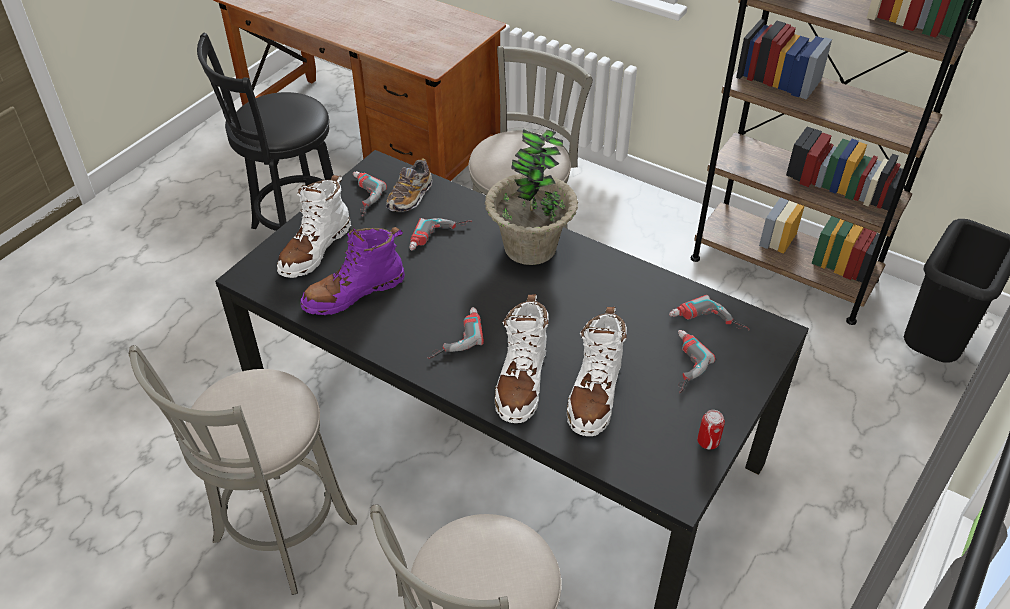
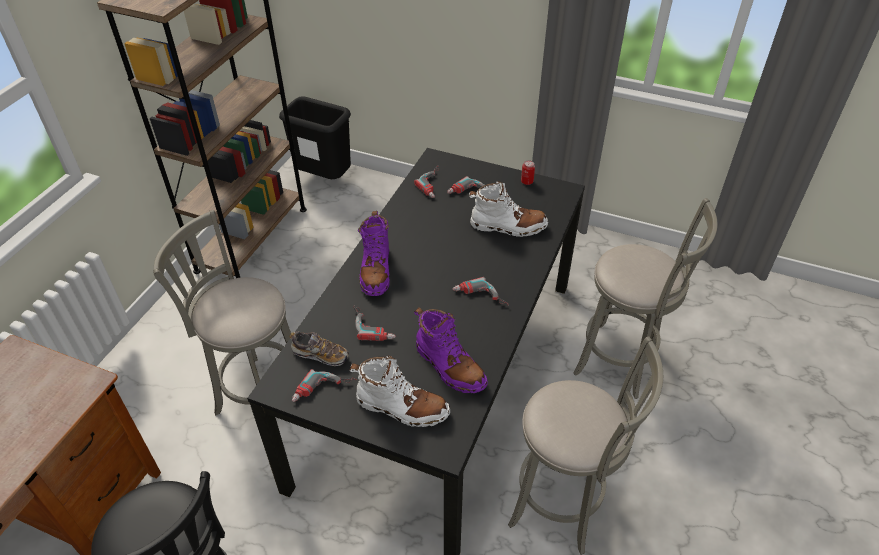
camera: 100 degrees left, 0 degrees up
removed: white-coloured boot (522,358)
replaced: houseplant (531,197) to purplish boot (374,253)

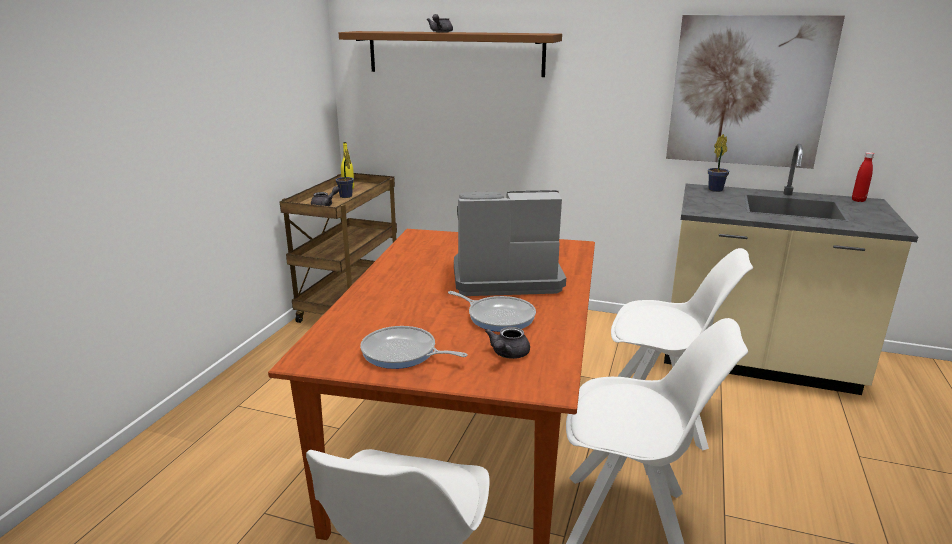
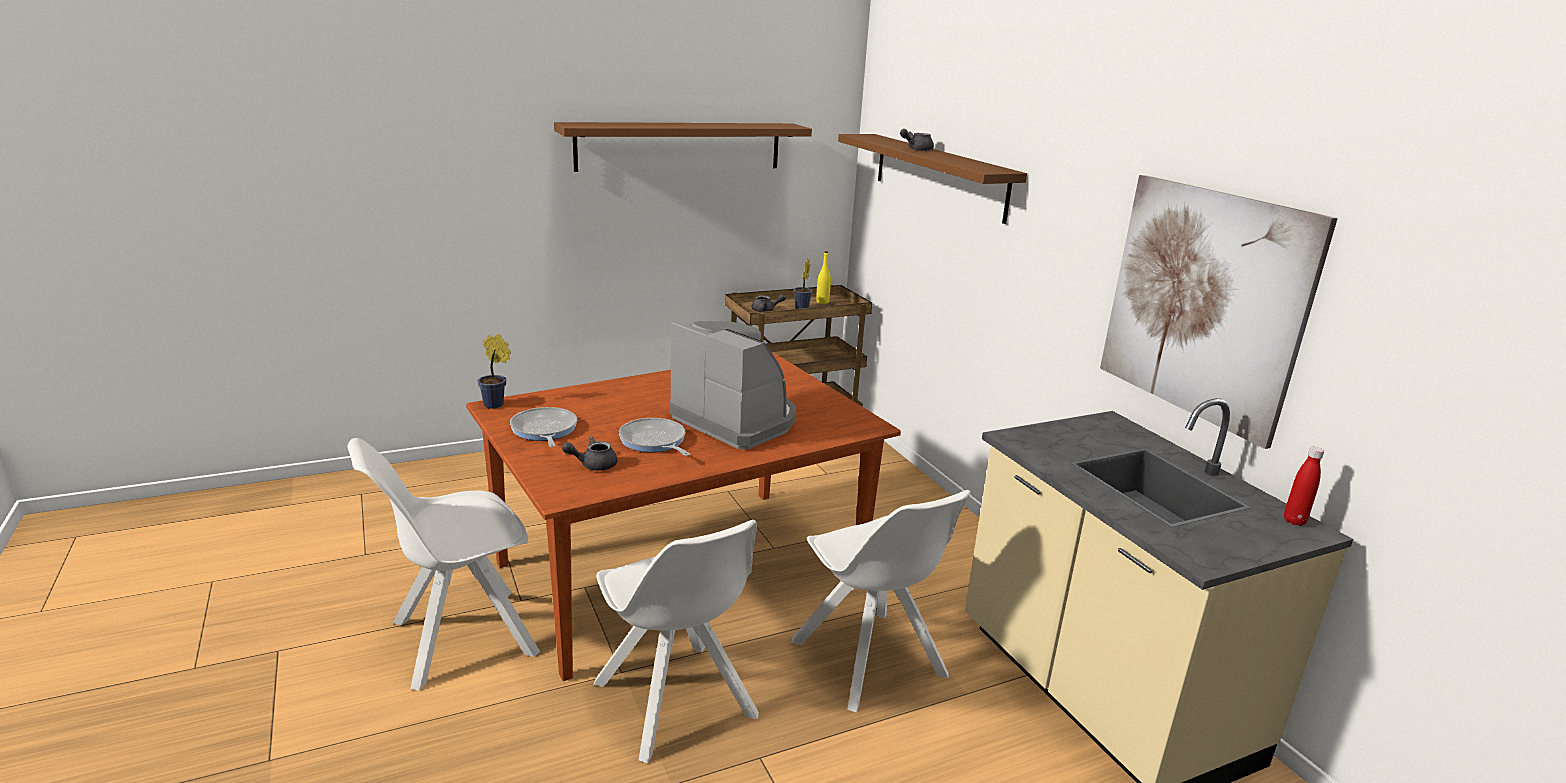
camera: 45 degrees right, 0 degrees up
added: brown-coloured shelf (683,147)
moved: houseplant (718,163) to (494,371)
turned: frying pan (492,311) = (654,437) 150 degrees clockwise

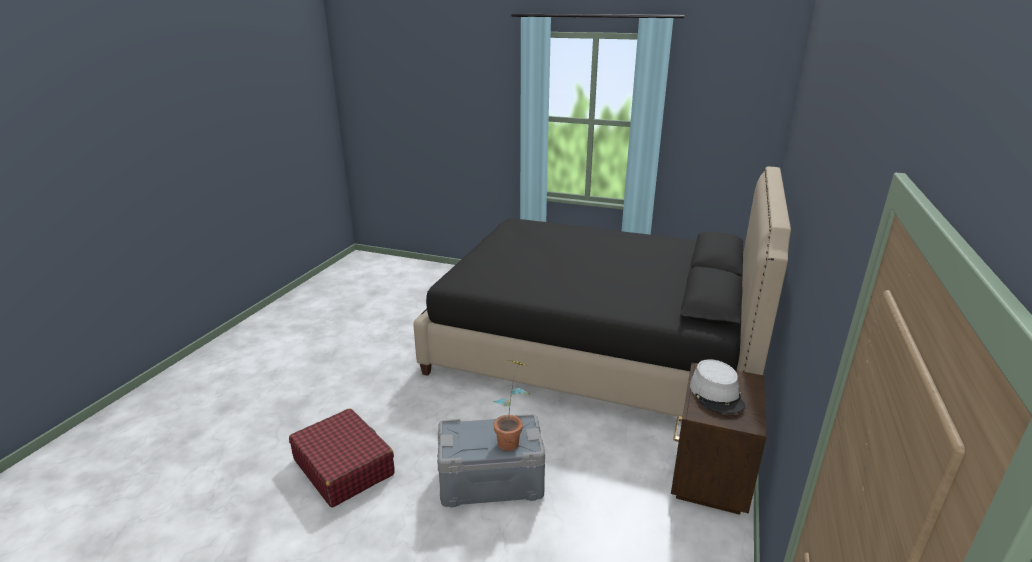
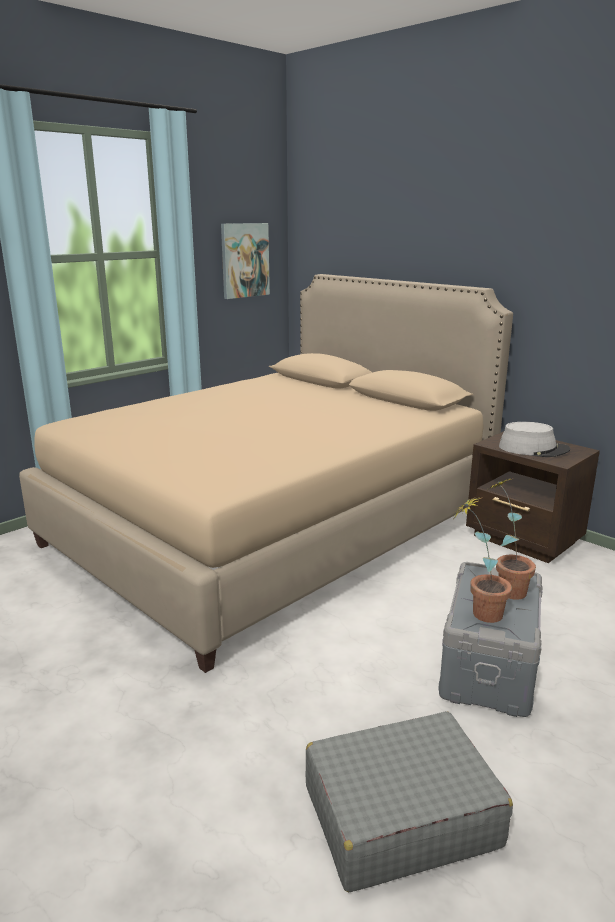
camera: 65 degrees left, 5 degrees down
added: picture (245,261); houseplant (483,560)
recoloured: reddish piece of luggage (342,458) to grey piece of luggage (409,801); blackish bedroom bed (602,292) to beige-coloured bedroom bed (266,473)

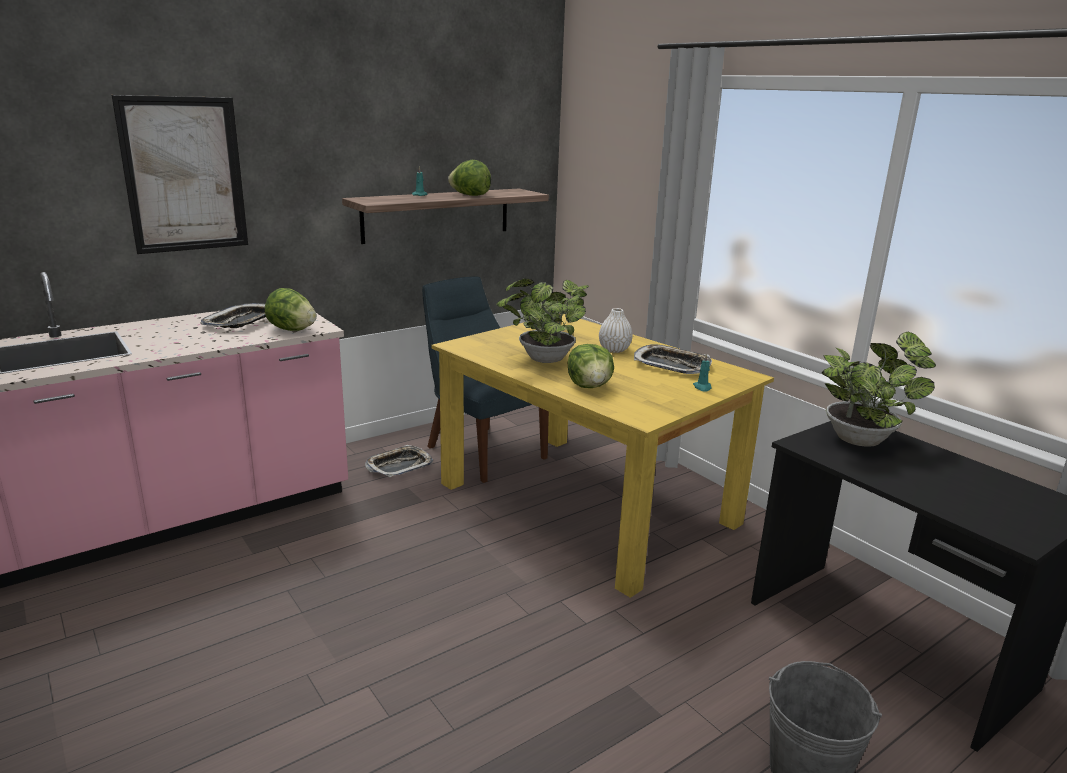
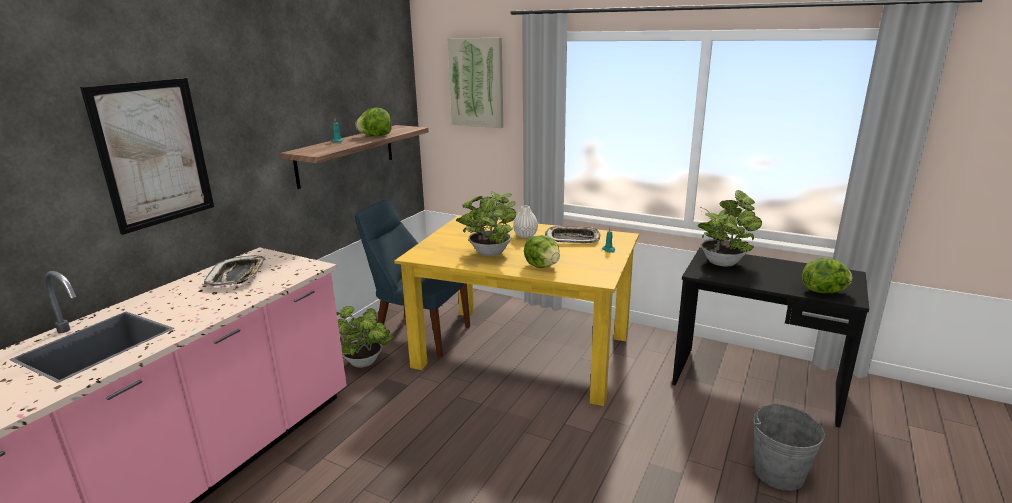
camera: 25 degrees left, 0 degrees up
added: picture (475,83)
moved: head of lettuce (291,309) to (827,275)
replaced: serving tray (399,461) to houseplant (365,337)

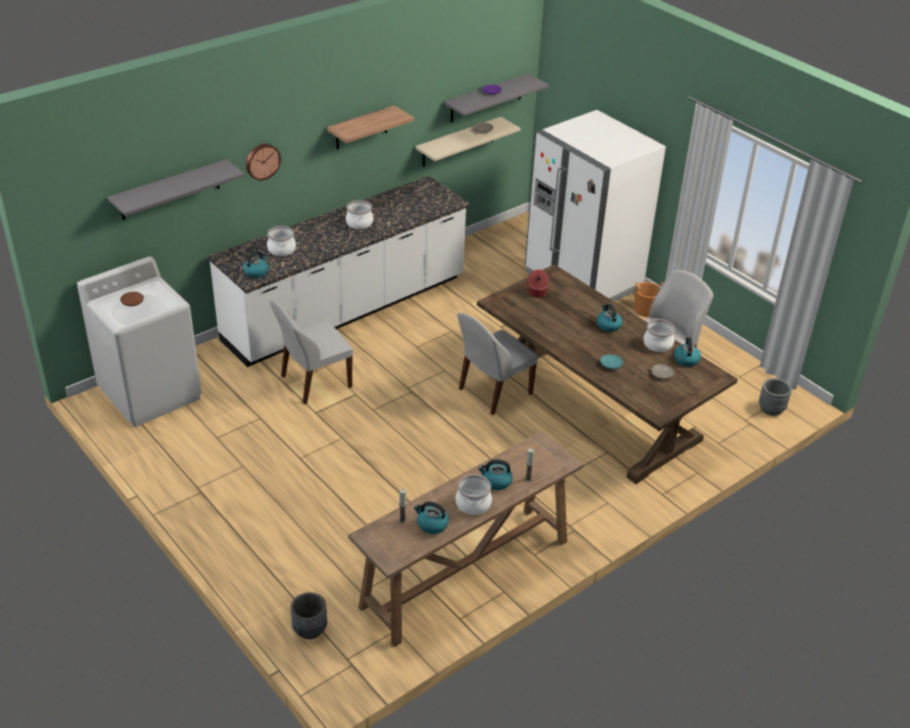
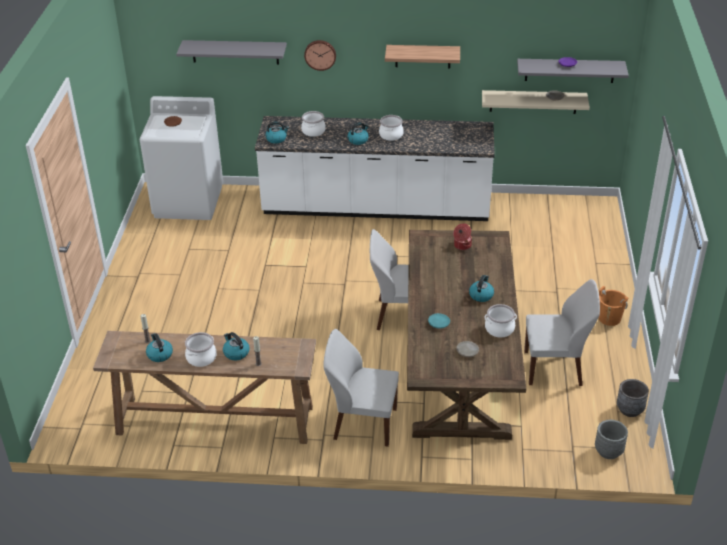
camera: 45 degrees right, 0 degrees up
removed: white-coloured kitchen fridge (595,206)
moved: white-coloured chair (311,352) to (361,388); grey plant pot (309,615) to (633,398); water kettle (687,352) to (358,133)

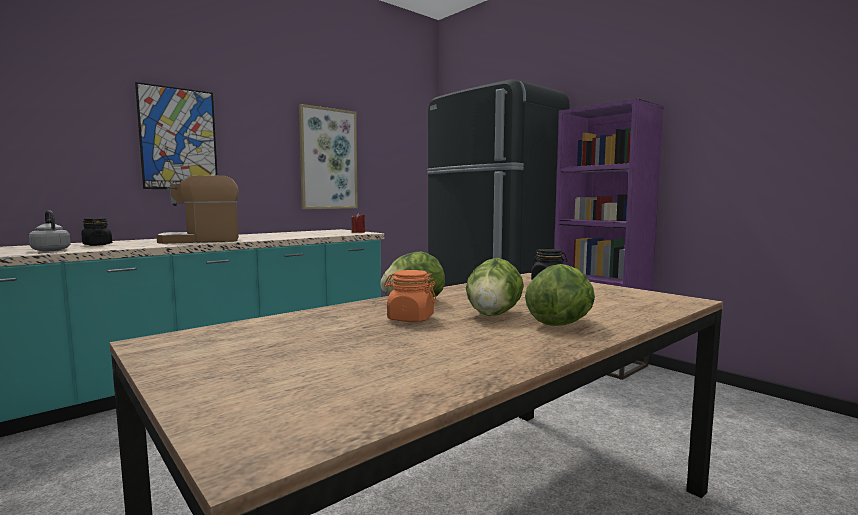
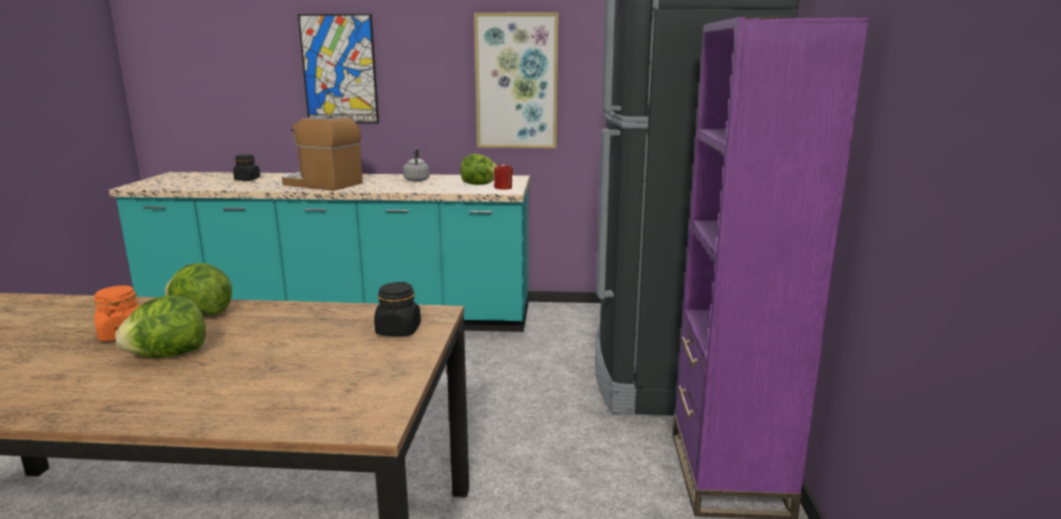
camera: 45 degrees right, 10 degrees up
moved: grey water kettle (50,231) to (416,165); head of lettuce (560,295) to (478,169)

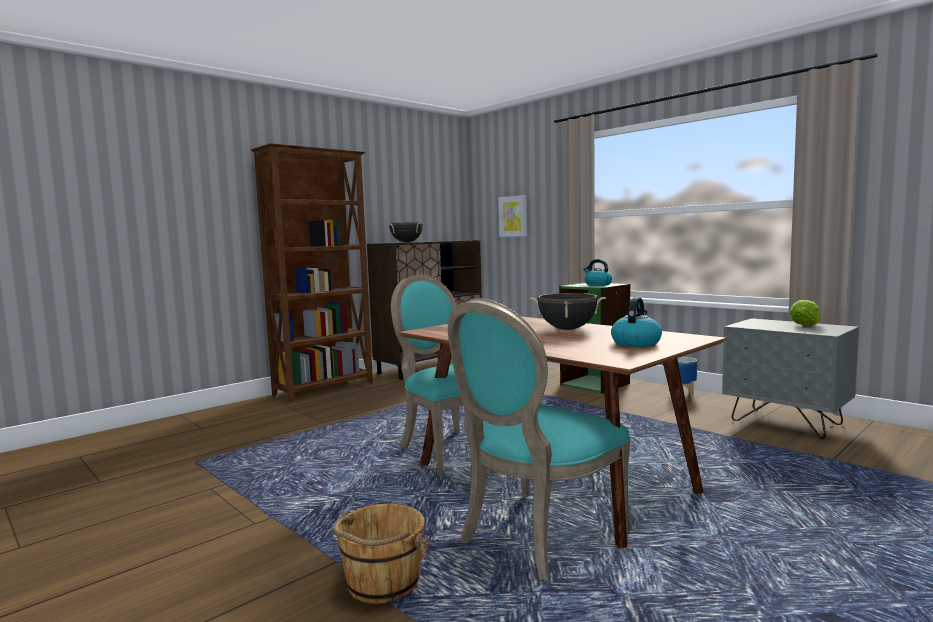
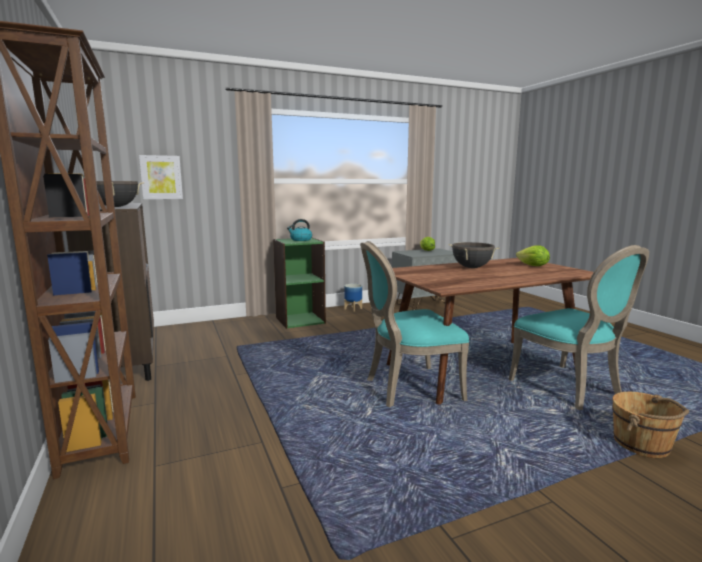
camera: 70 degrees left, 5 degrees up
replaced: water kettle (636,322) to head of lettuce (533,255)

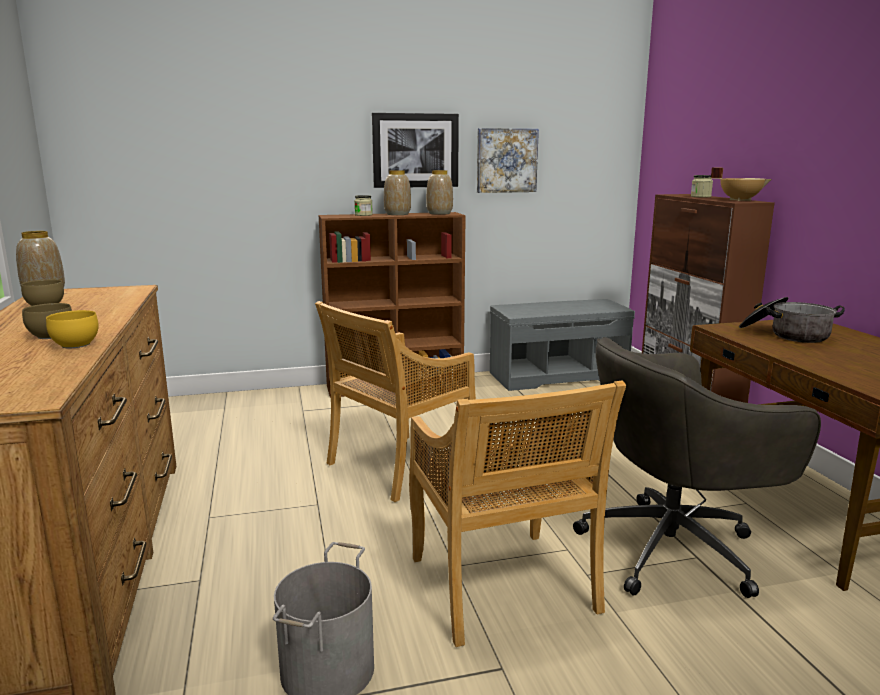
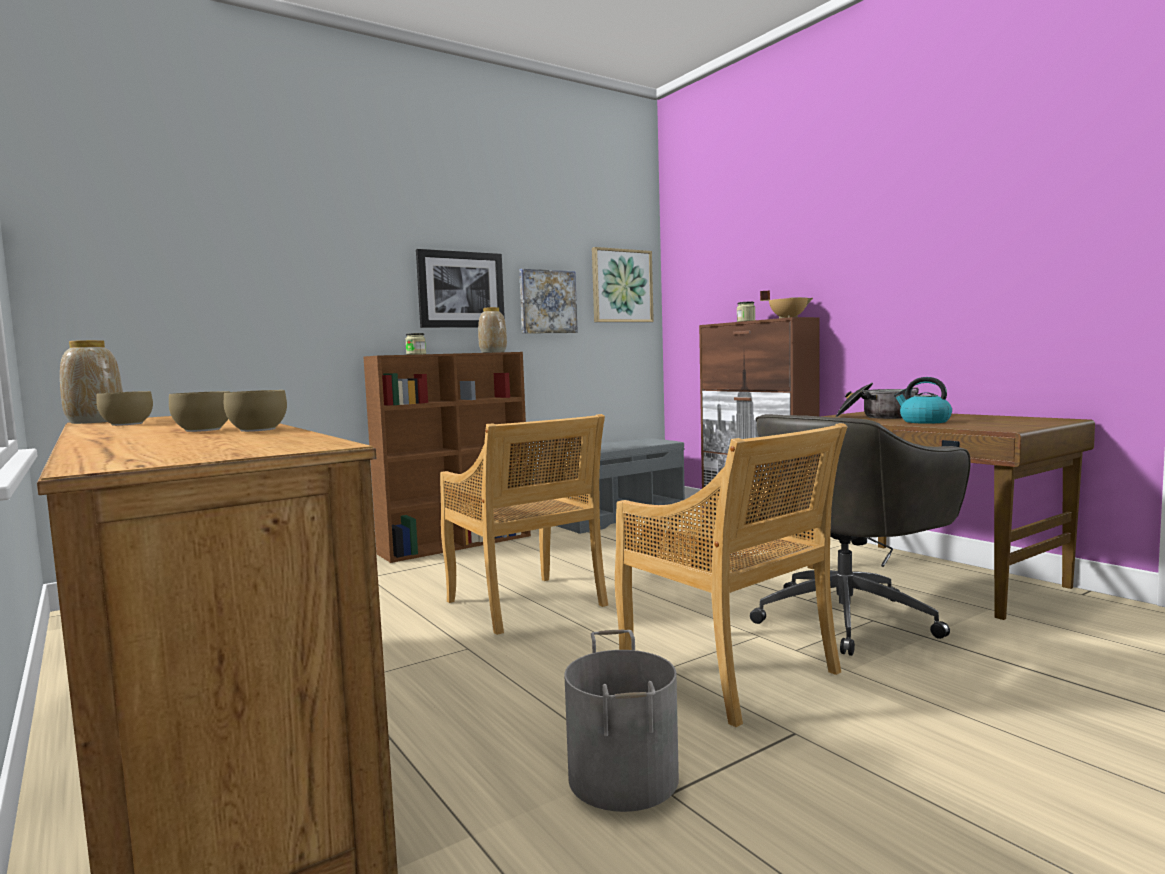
camera: 20 degrees left, 10 degrees down
removed: decorative vase (397,192)
added: picture (623,284); water kettle (923,400)
recoloured: yellowish serving bowl (72,329) to brown-coloured serving bowl (255,411)
turned: beige-coloured chair (395,401) = (524,524) 60 degrees counterclockwise

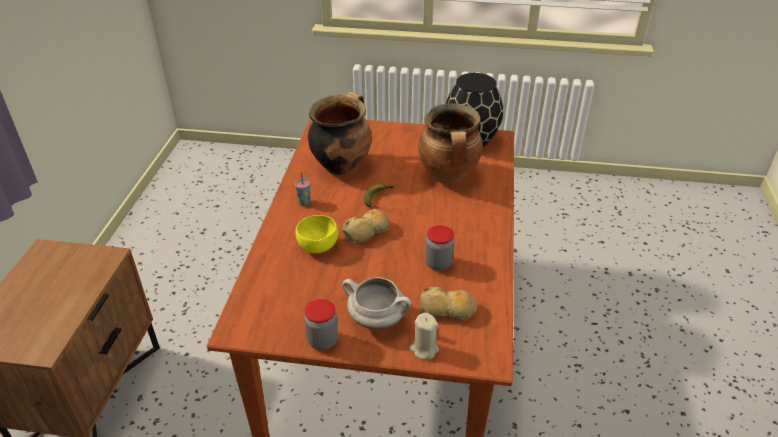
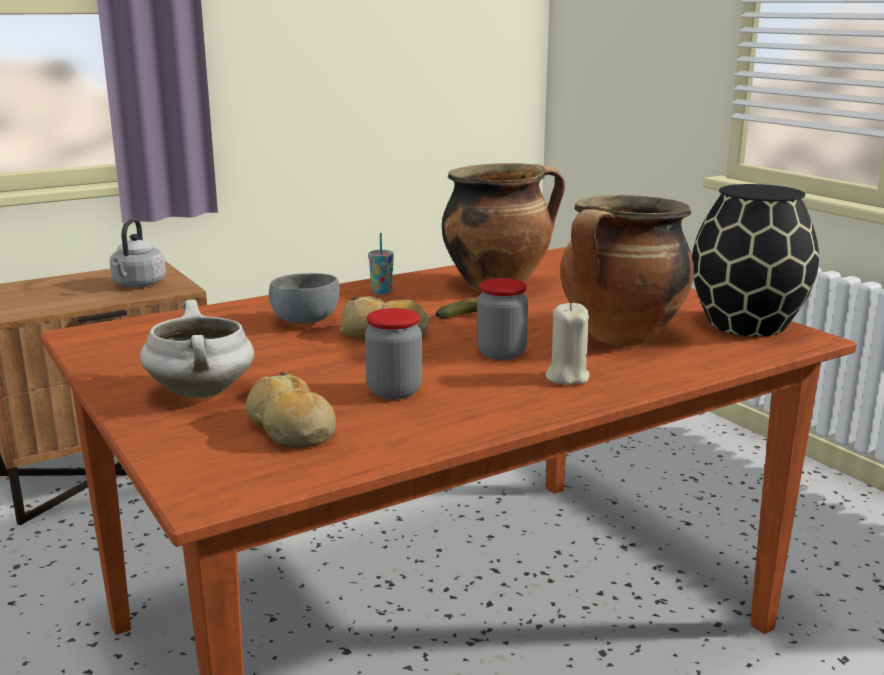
camera: 50 degrees right, 20 degrees down
added: grey water kettle (138,252)
moved: preserve jar (321,324) to (502,319); beige-coloured candle (424,336) to (567,344)
recoloured: yellowish serving bowl (316,234) to grey serving bowl (304,298)

